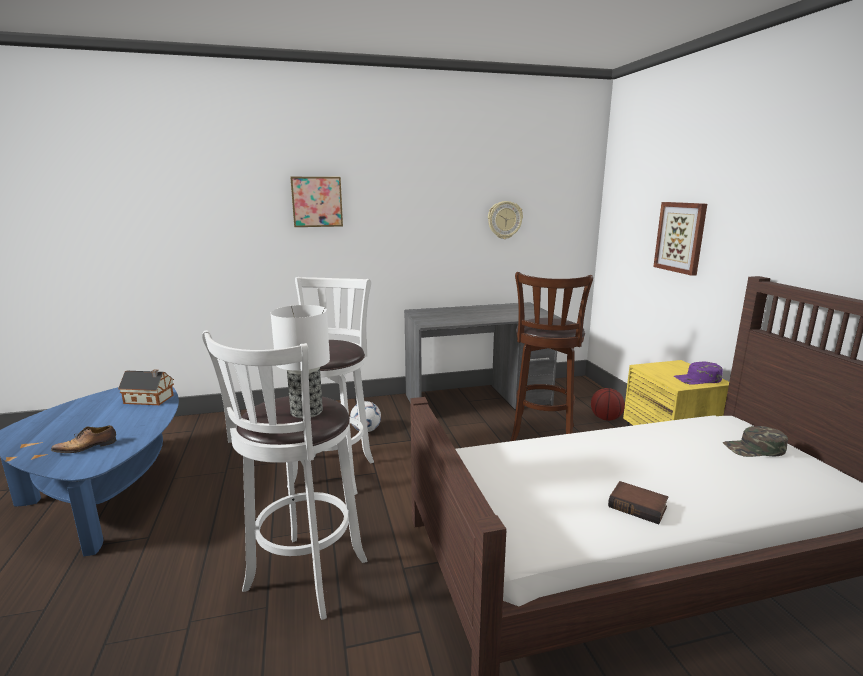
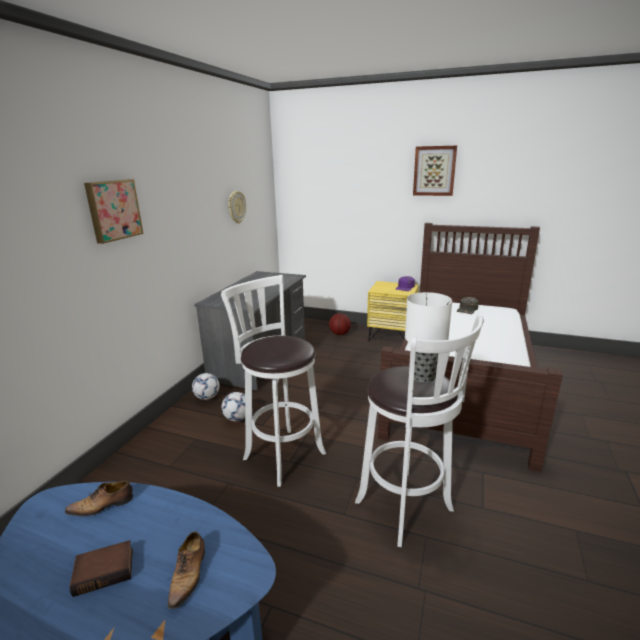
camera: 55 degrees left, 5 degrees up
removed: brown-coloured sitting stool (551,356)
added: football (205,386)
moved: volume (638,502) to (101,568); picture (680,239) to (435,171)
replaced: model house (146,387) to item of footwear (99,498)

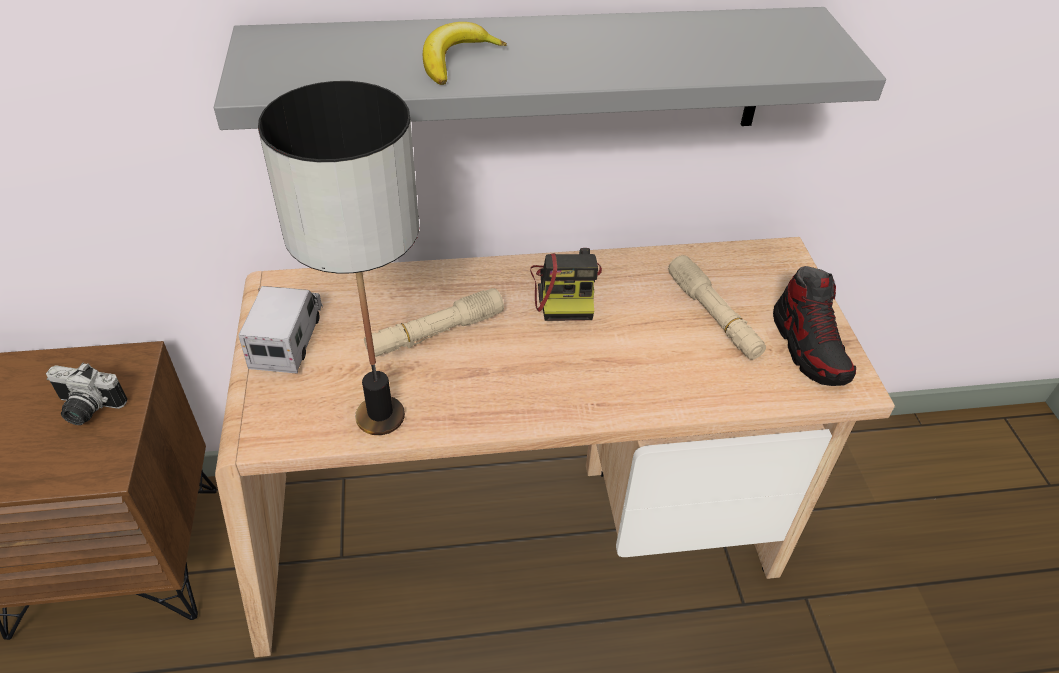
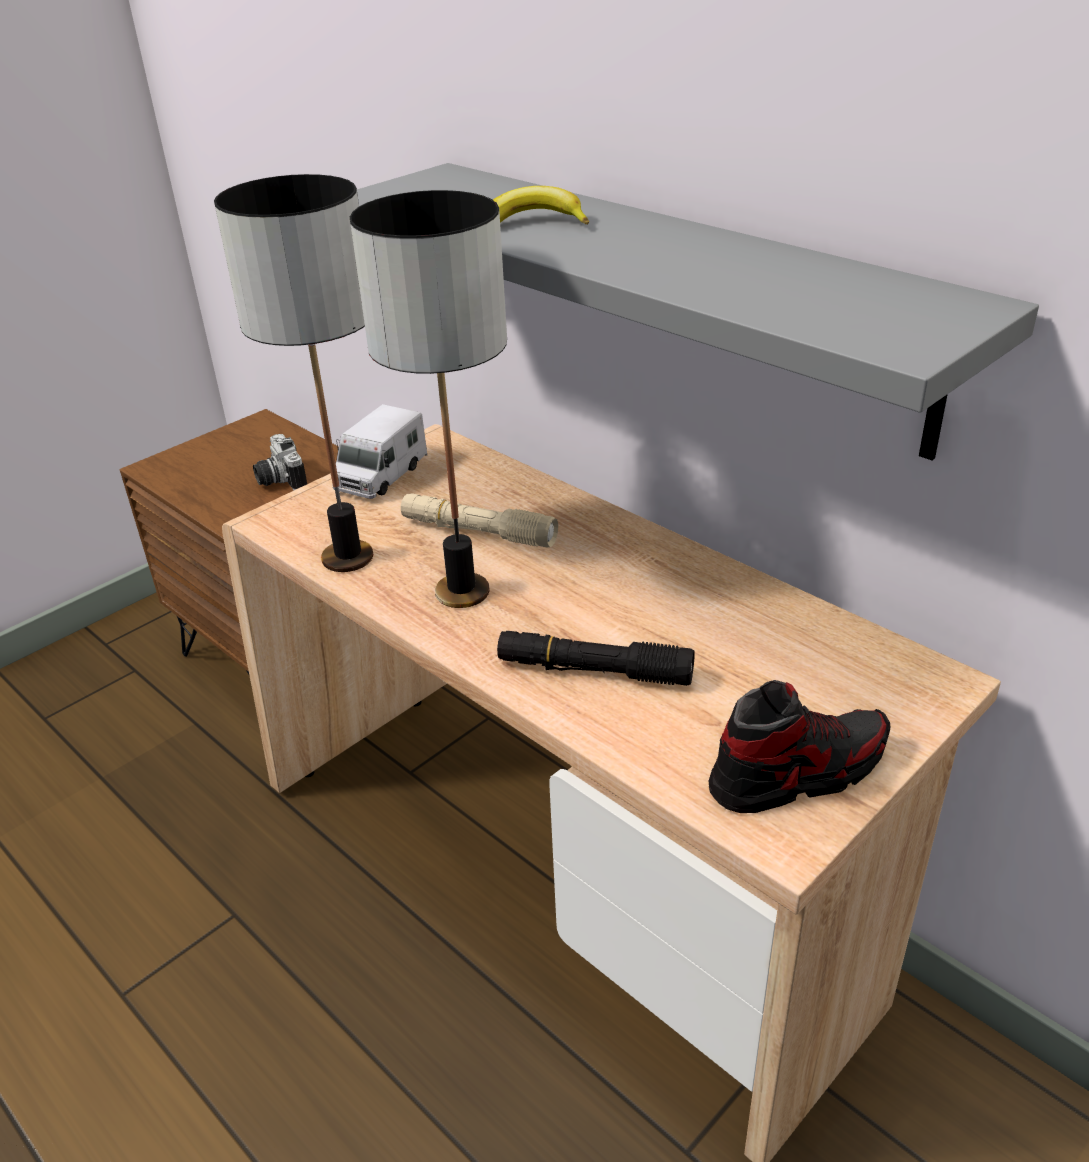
camera: 55 degrees right, 10 degrees down
removed: photo camera (566,284); beige-coloured torch (717,307)
added: table lamp (428,399); blackish torch (596,658)
turned: toy truck (280,330) = (379,451) 150 degrees clockwise; item of footwear (814,326) = (799,746) 150 degrees counterclockwise

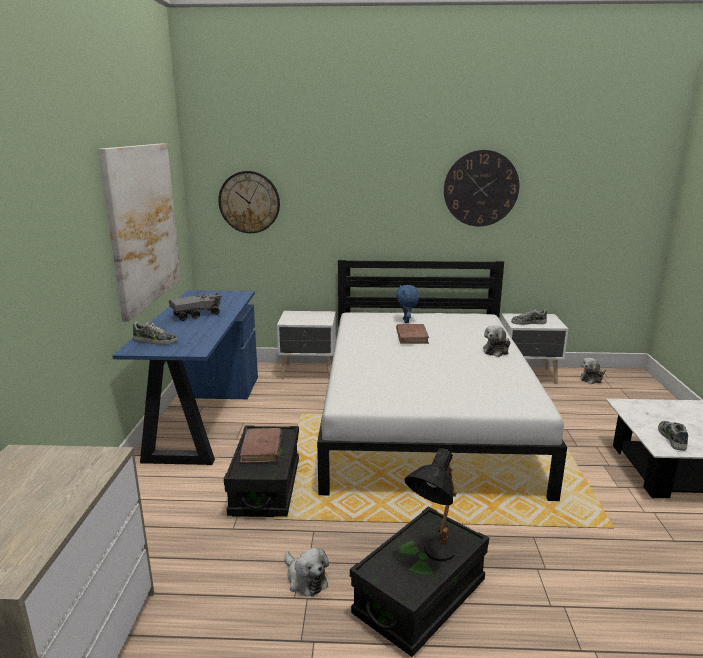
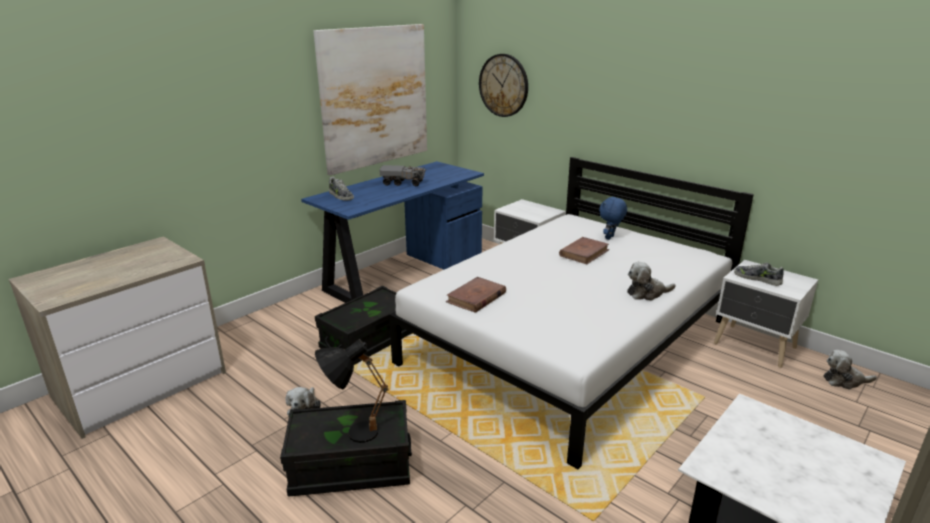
camera: 40 degrees right, 5 degrees up
removed: wall clock (481,188); item of footwear (673,436)
moved: brown-coloured volume (261,445) to (476,295)

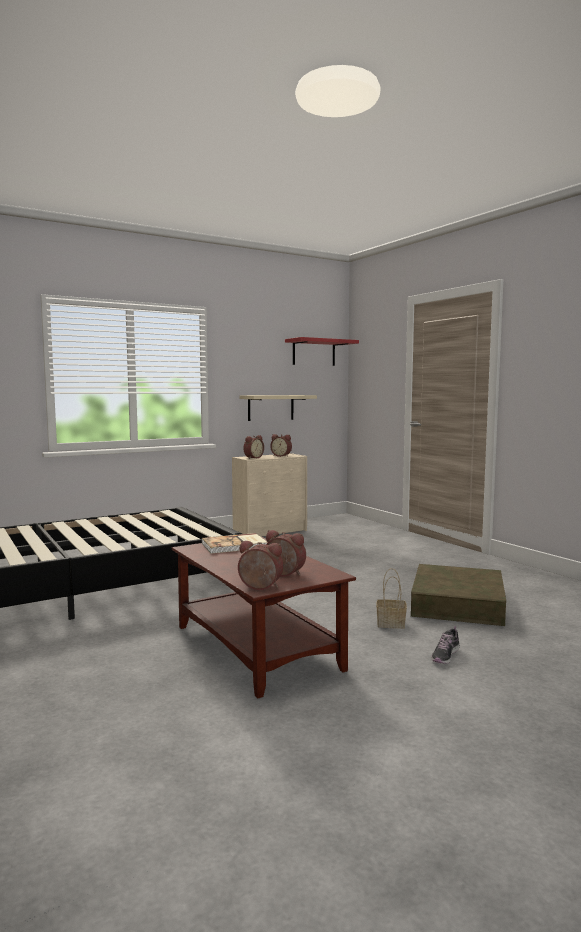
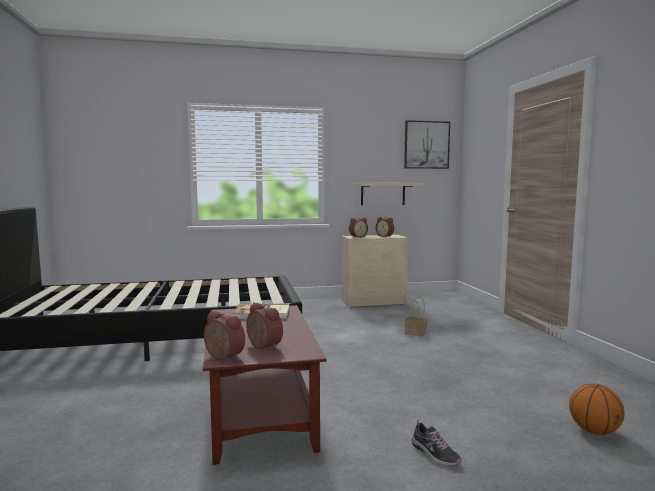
camera: 20 degrees right, 0 degrees up
removed: brown-coloured storage bin (458,595)
added: basketball ball (597,409)
moved: basket (391,598) to (416,316)
replaced: reddish shelf (322,351) to picture (427,144)
turned: item of footwear (445,645) = (436,443) 90 degrees counterclockwise

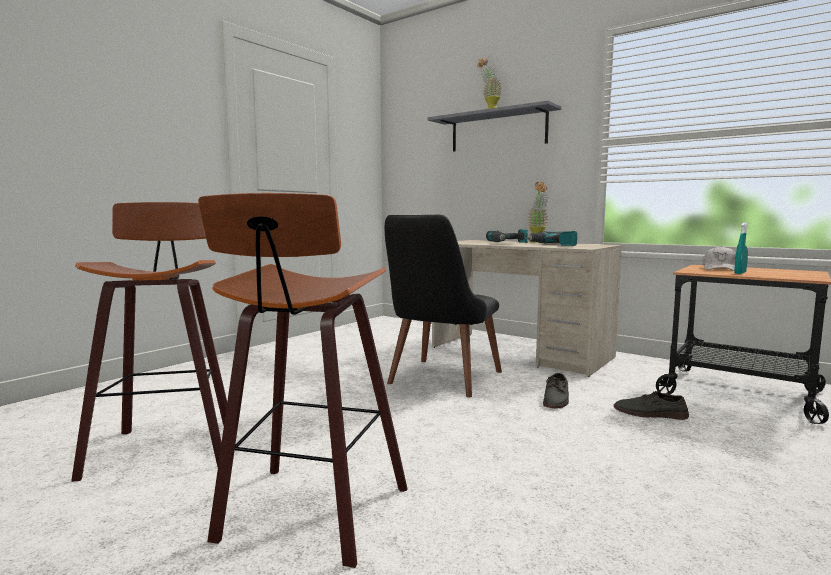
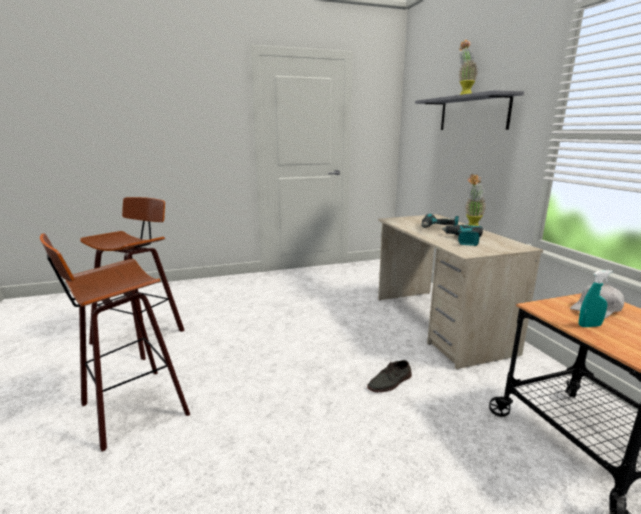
camera: 35 degrees right, 10 degrees up
removed: blackish chair (443,306); grey item of footwear (651,405)

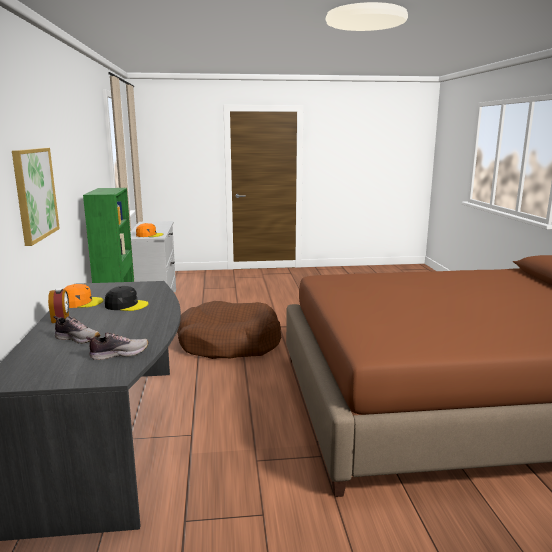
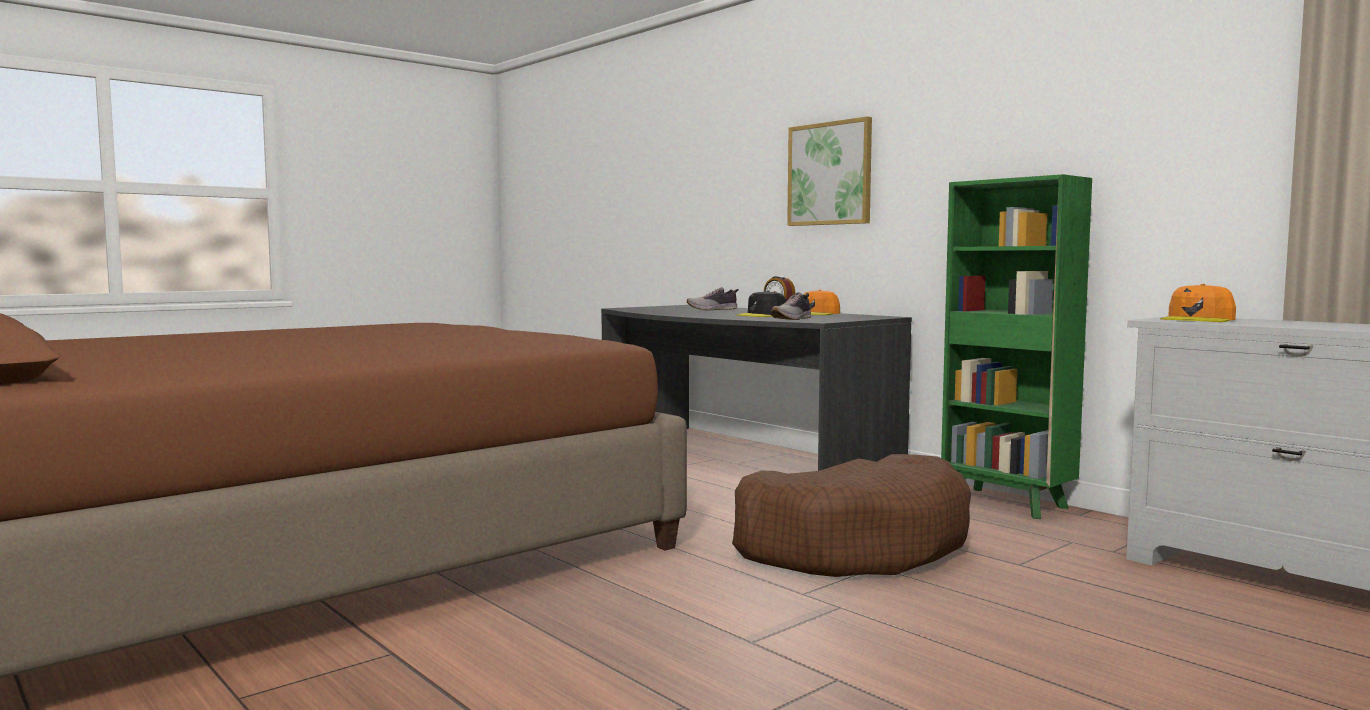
camera: 145 degrees right, 10 degrees down
moved: item of footwear (117,346) to (791,306)

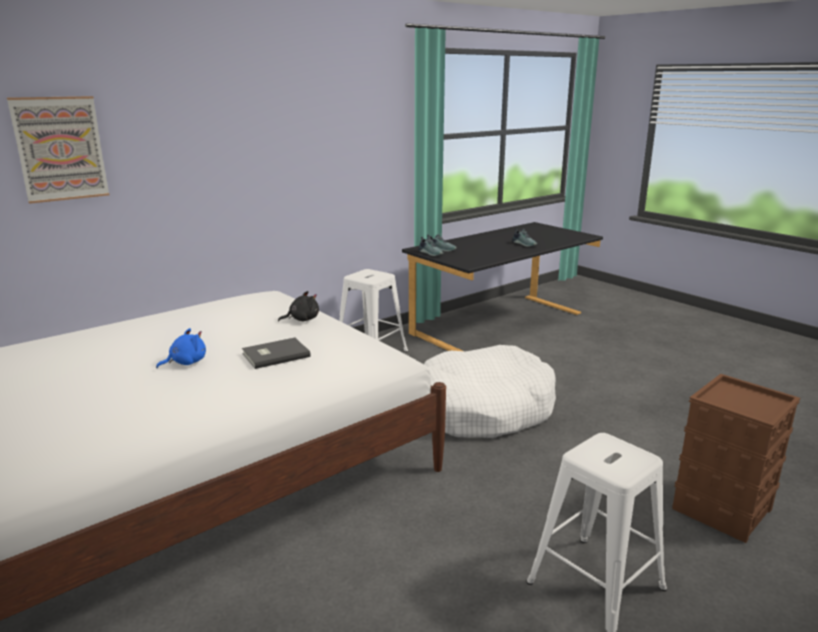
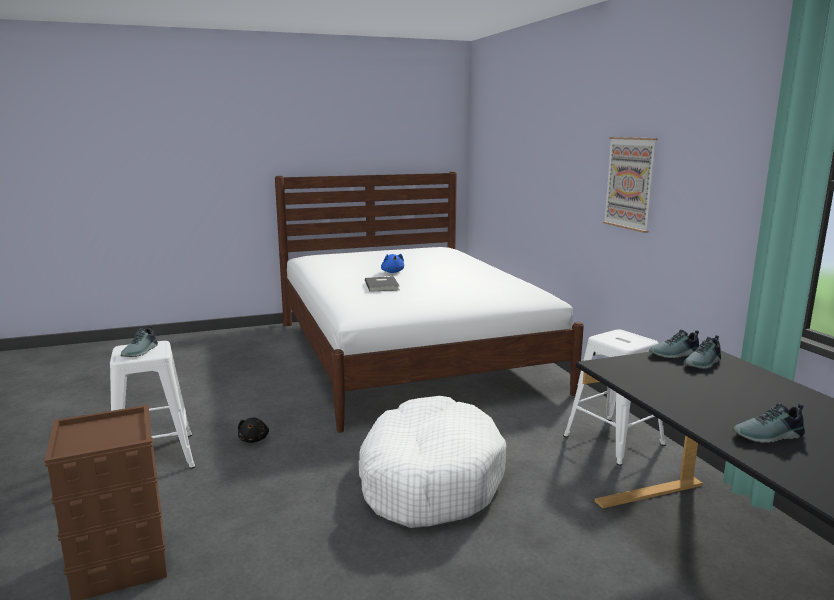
camera: 110 degrees right, 5 degrees down
added: item of footwear (139,341)
moved: picture (58,150) to (630,185); blackish cuddly toy (298,306) to (253,430)

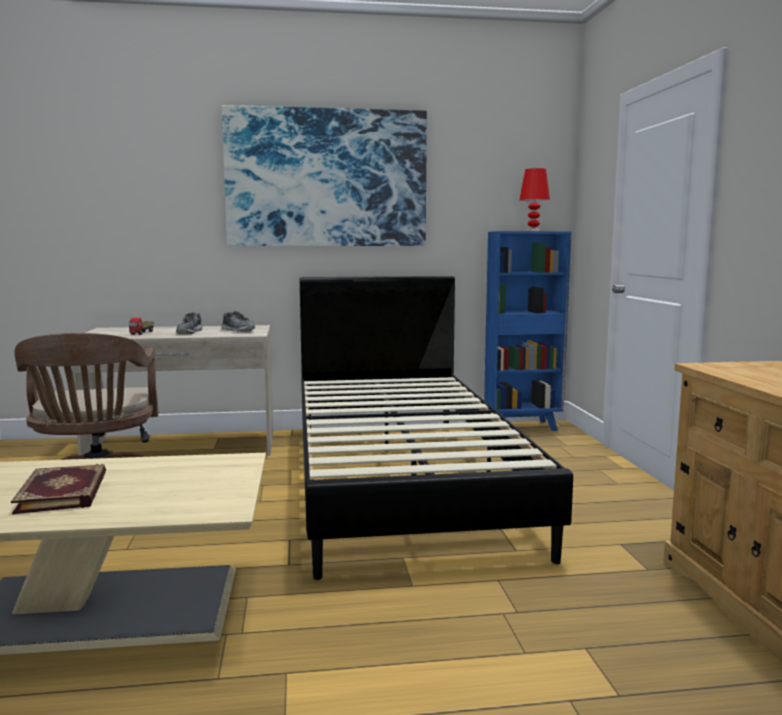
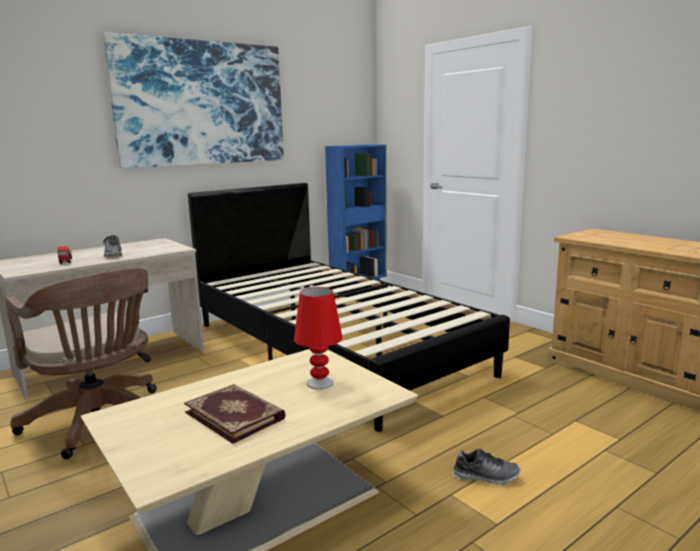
camera: 30 degrees left, 5 degrees up
moved: item of footwear (238,321) to (486,467); reddish table lamp (534,199) to (318,338)

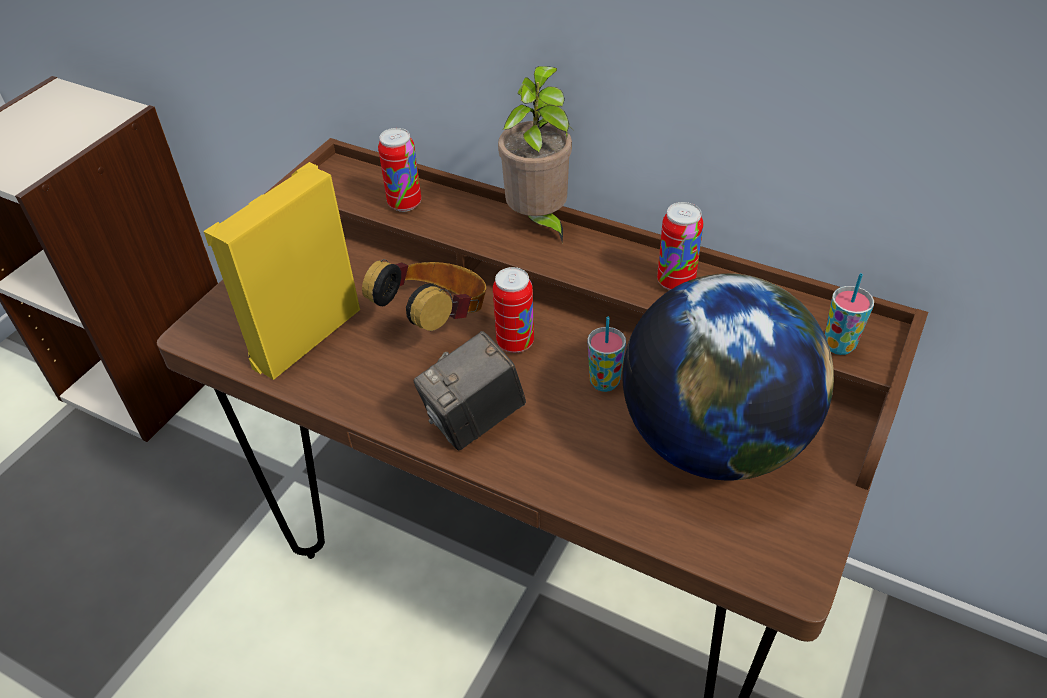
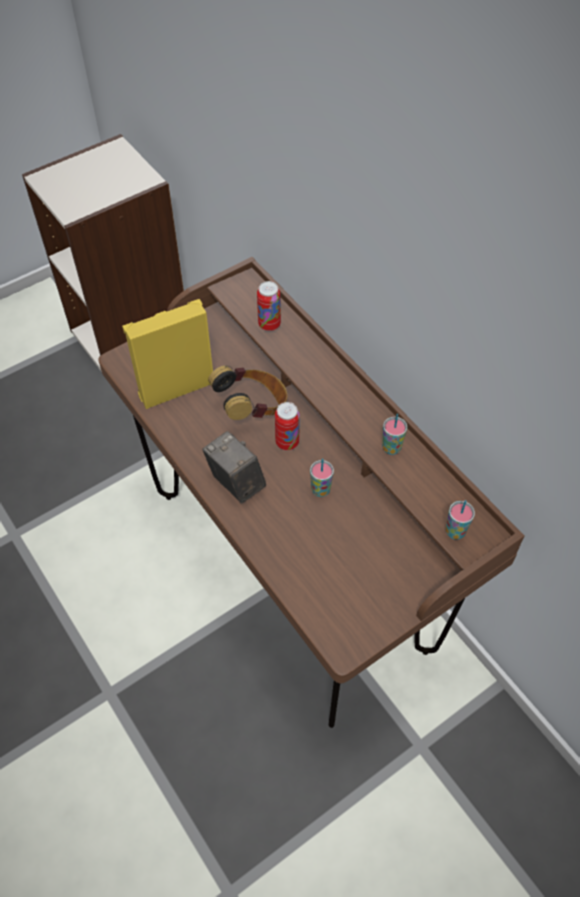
camera: 25 degrees right, 10 degrees up
removed: houseplant (535,154); world globe (728,376)
replaced: can (680,246) to drinking cup (394,434)
turned: photo camera (469,391) = (234,467) 60 degrees clockwise

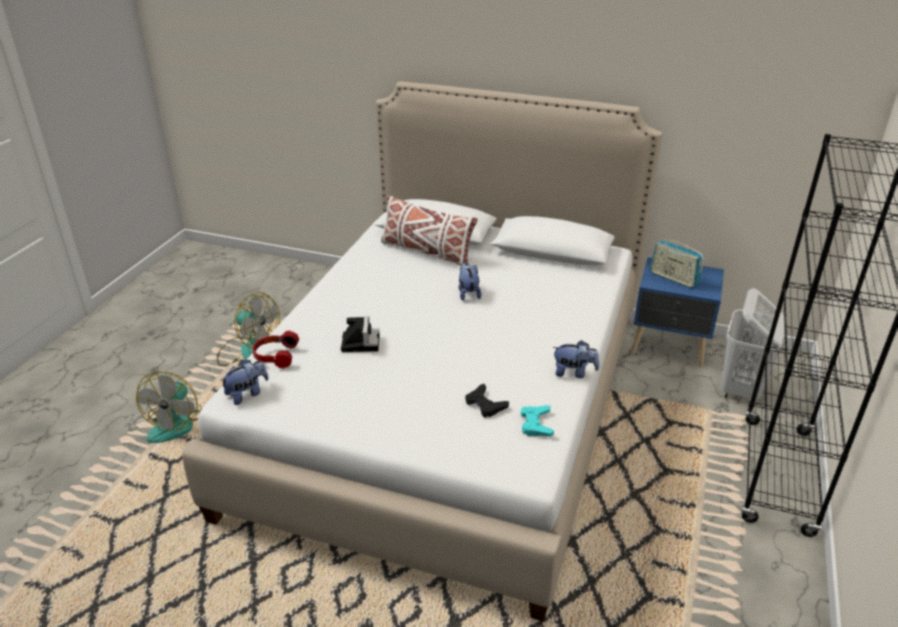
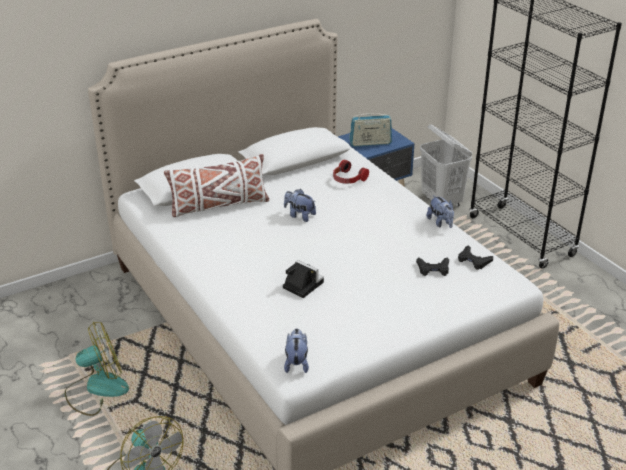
camera: 50 degrees left, 0 degrees up
moved: headphones (275,349) to (351,171)
recoloured: turquoise joypad (537,420) to blackish joypad (475,257)
turned: cuddly toy (575,359) = (440,211) 105 degrees clockwise

